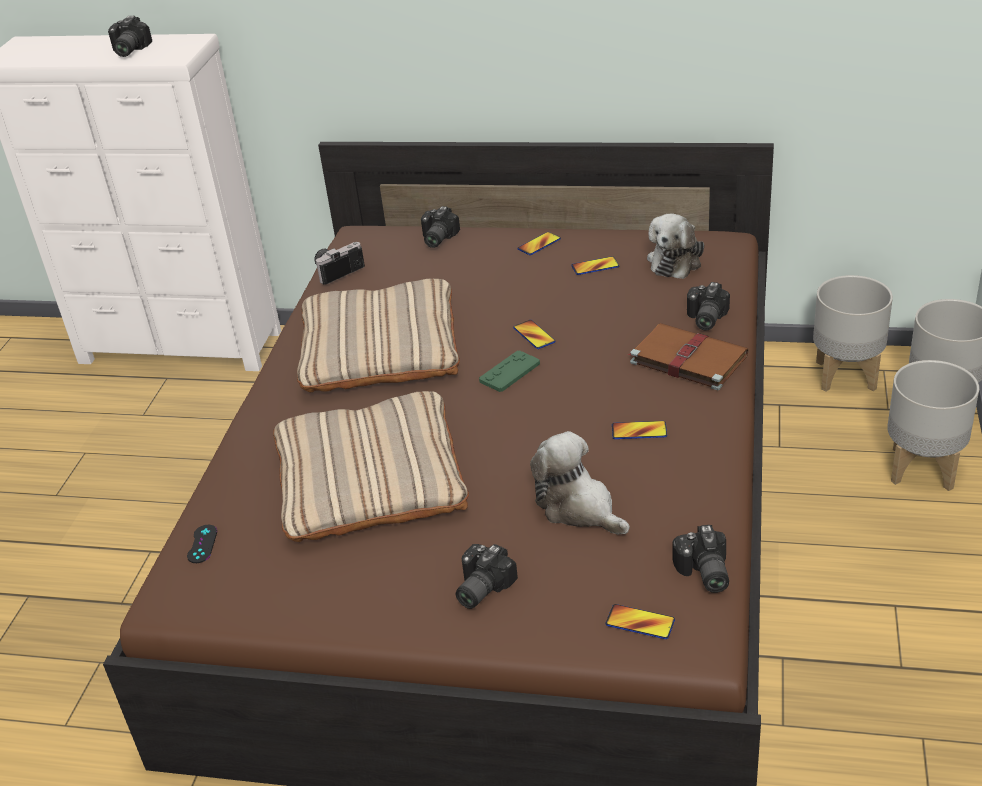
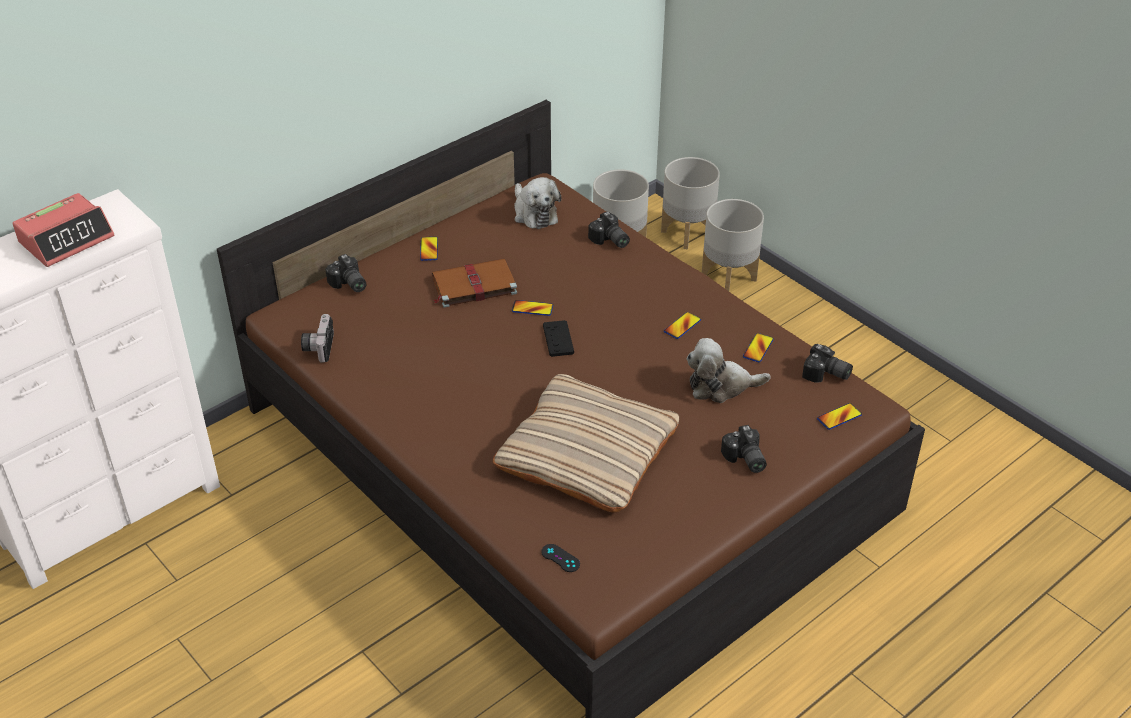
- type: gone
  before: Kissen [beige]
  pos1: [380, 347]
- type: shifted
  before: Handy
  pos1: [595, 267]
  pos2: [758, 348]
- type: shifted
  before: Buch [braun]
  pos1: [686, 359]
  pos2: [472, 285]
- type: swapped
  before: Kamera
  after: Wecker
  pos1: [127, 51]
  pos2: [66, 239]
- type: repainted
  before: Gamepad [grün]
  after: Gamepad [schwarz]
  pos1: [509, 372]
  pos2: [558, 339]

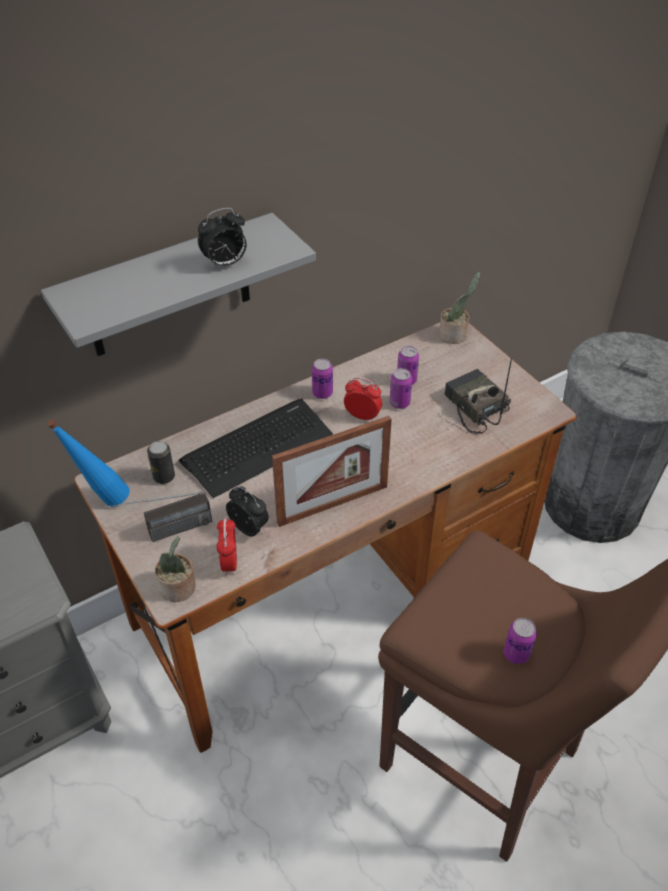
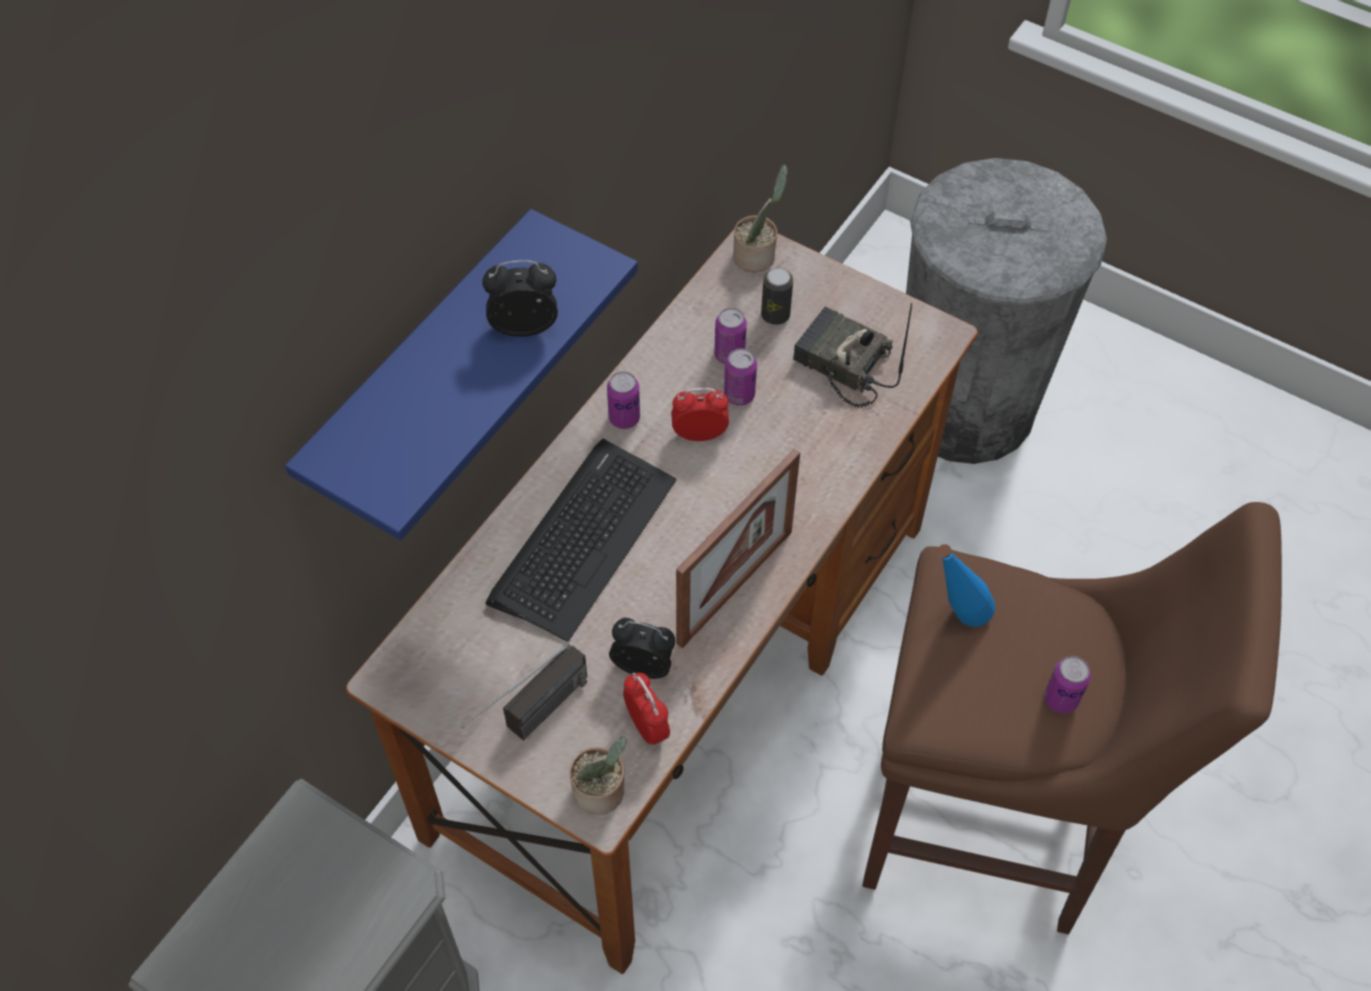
- type: shifted
  before: Flasche [blau]
  pos1: [101, 499]
  pos2: [953, 620]
- type: shifted
  before: Dose
  pos1: [164, 477]
  pos2: [775, 315]
- type: repainted
  before: Wandregal [grau]
  after: Wandregal [blau]
  pos1: [169, 288]
  pos2: [424, 376]
- type: rotated
  before: Wecker
  pos1: [225, 264]
  pos2: [525, 325]
  turn: -135

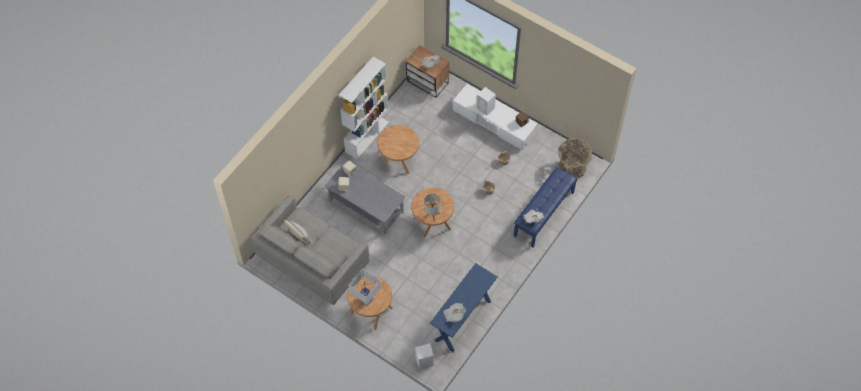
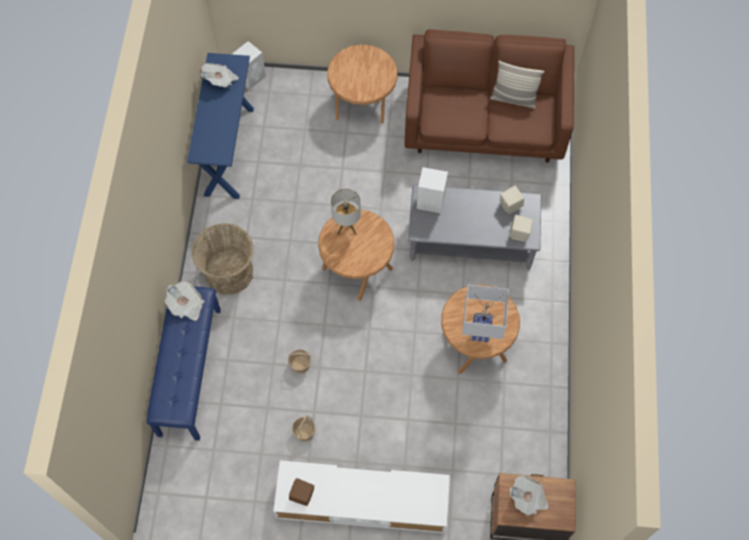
- type: gone
  before: Bücherregal [weiß]
  pos1: [367, 136]
- type: shifted
  before: Tischlampe [weiß]
  pos1: [366, 300]
  pos2: [479, 332]
- type: shifted
  before: Lautsprecher [weiß]
  pos1: [485, 108]
  pos2: [430, 201]
- type: shifted
  before: Korb
  pos1: [572, 167]
  pos2: [228, 272]
- type: repainted
  before: Sofa [grau]
  after: Sofa [braun]
  pos1: [313, 262]
  pos2: [484, 125]

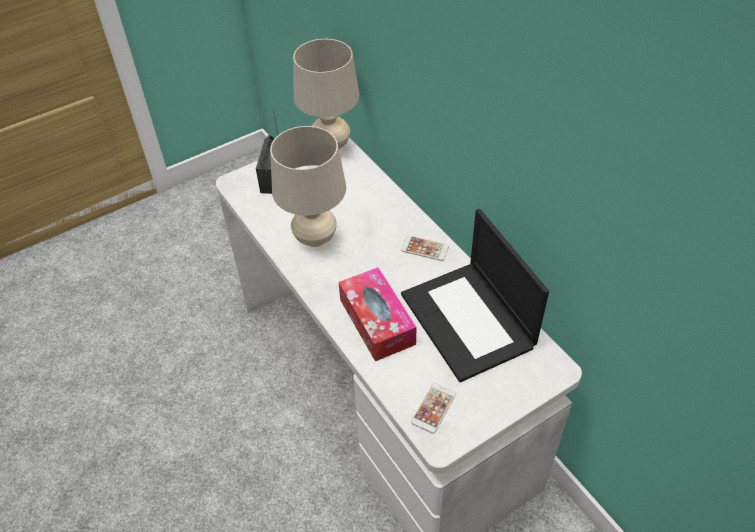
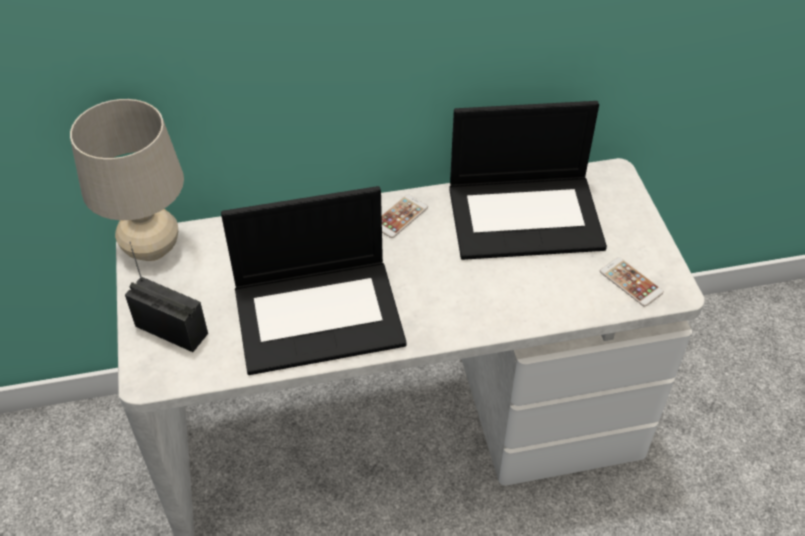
- type: gone
  before: Taschentuchbox
  pos1: [377, 321]
- type: swapped
  before: Tischlampe [beige]
  after: Laptop
  pos1: [315, 238]
  pos2: [320, 314]

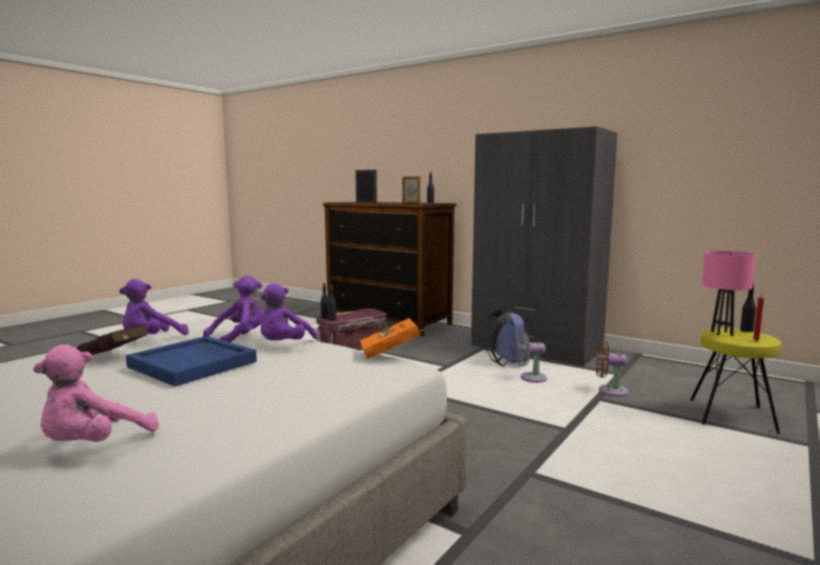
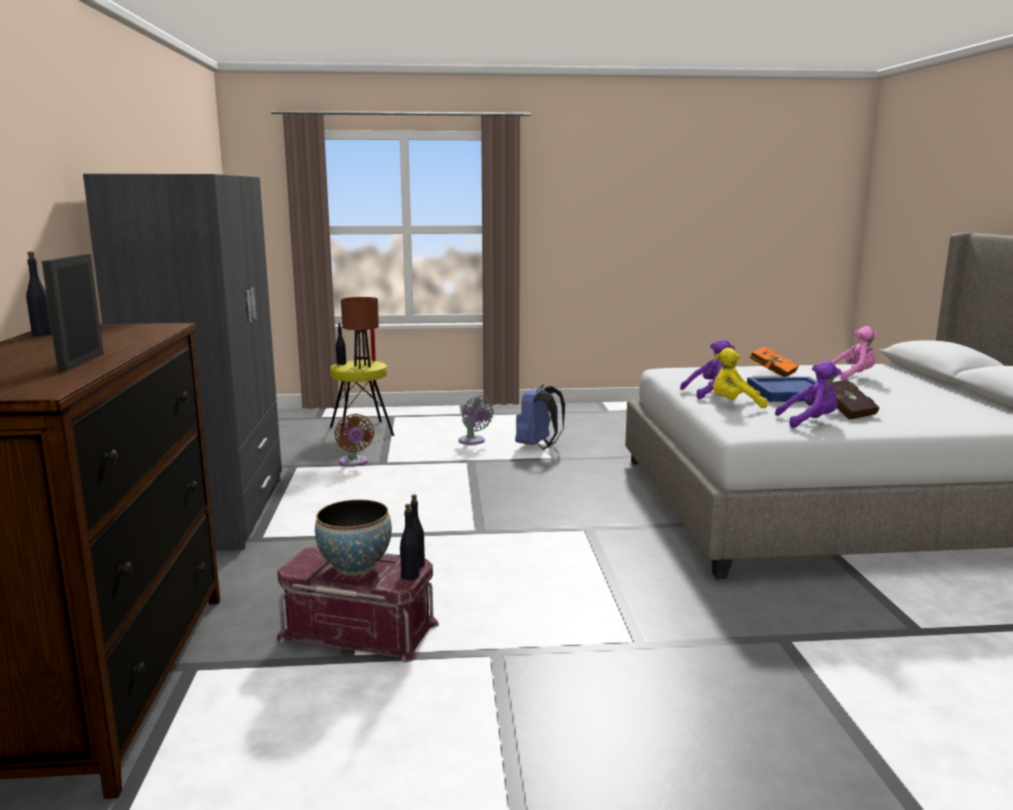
- type: gone
  before: Bilderrahmen
  pos1: [411, 203]
- type: new
  after: Schüssel
  pos2: [355, 566]
- type: shifted
  before: Buch [orange]
  pos1: [392, 354]
  pos2: [771, 373]
- type: shifted
  before: Rucksack [blau]
  pos1: [506, 363]
  pos2: [538, 446]
- type: shifted
  before: Ventilator [grau]
  pos1: [530, 378]
  pos2: [473, 441]
- type: repainted
  before: Plüschtier [lila]
  after: Plüschtier [gelb]
  pos1: [240, 338]
  pos2: [735, 405]
- type: repainted
  before: Tischlampe [rosa]
  after: Tischlampe [braun]
  pos1: [721, 333]
  pos2: [362, 366]

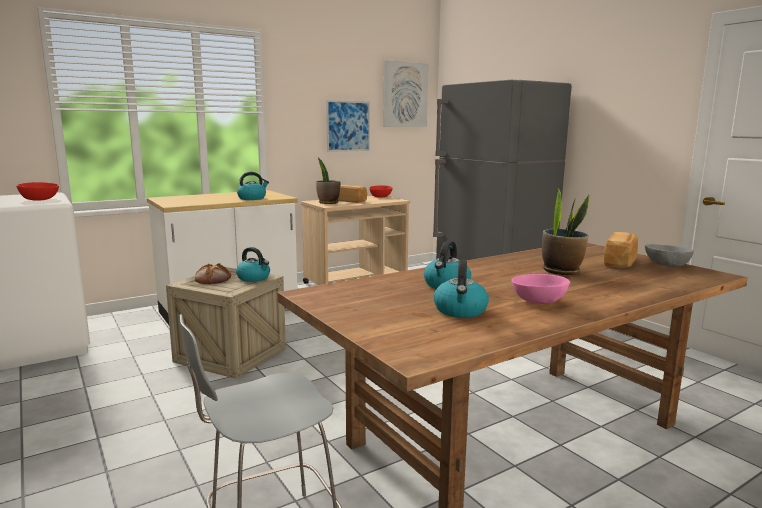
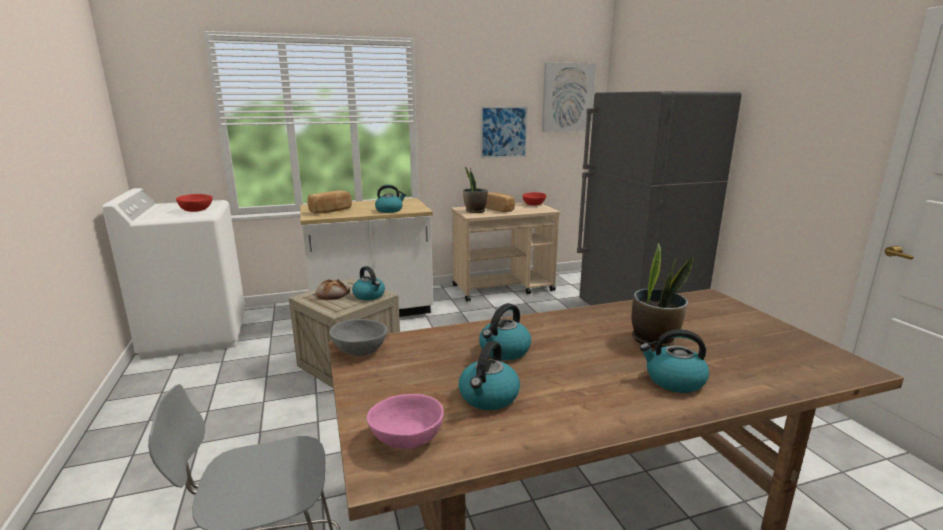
- type: new
  after: Wasserkessel
  pos2: [674, 380]
- type: shifted
  before: Schüssel [rosa]
  pos1: [540, 301]
  pos2: [408, 439]
- type: shifted
  before: Brot
  pos1: [620, 262]
  pos2: [331, 211]
- type: shifted
  before: Schüssel [grau]
  pos1: [667, 265]
  pos2: [359, 350]

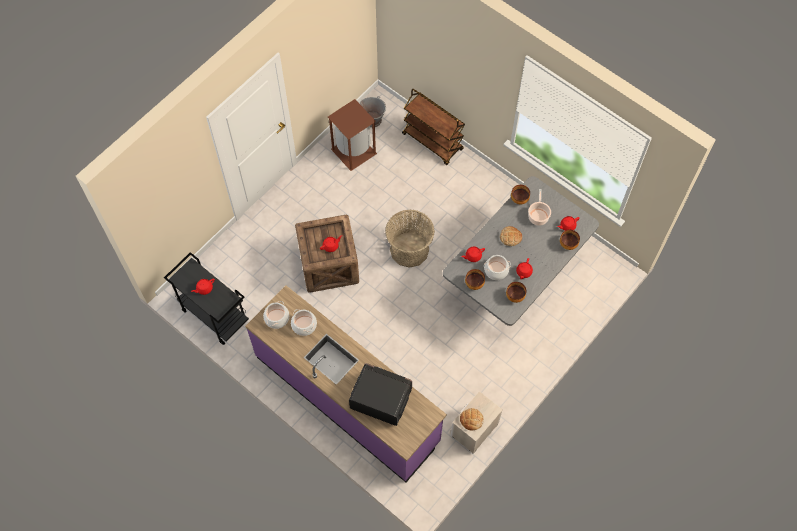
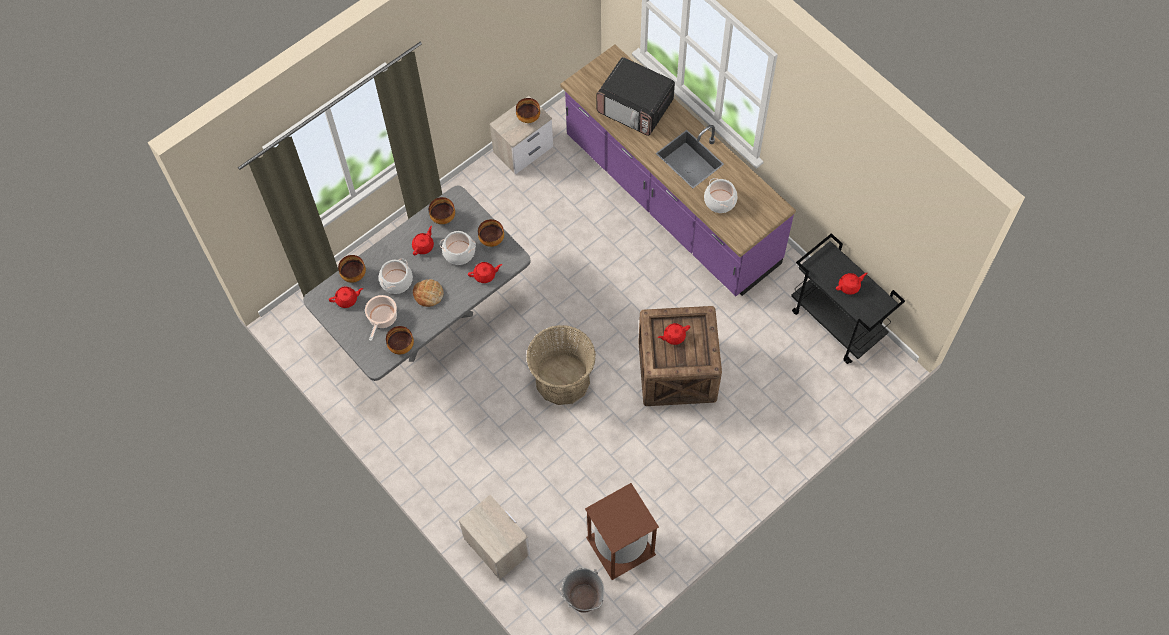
- type: shifted
  before: Kochtopf
  pos1: [277, 318]
  pos2: [396, 281]
- type: swapped
  before: Rollwagen [braun]
  after: Nachttisch
  pos1: [433, 142]
  pos2: [496, 545]
- type: swapped
  before: Brot
  after: Schüssel
  pos1: [471, 420]
  pos2: [528, 117]

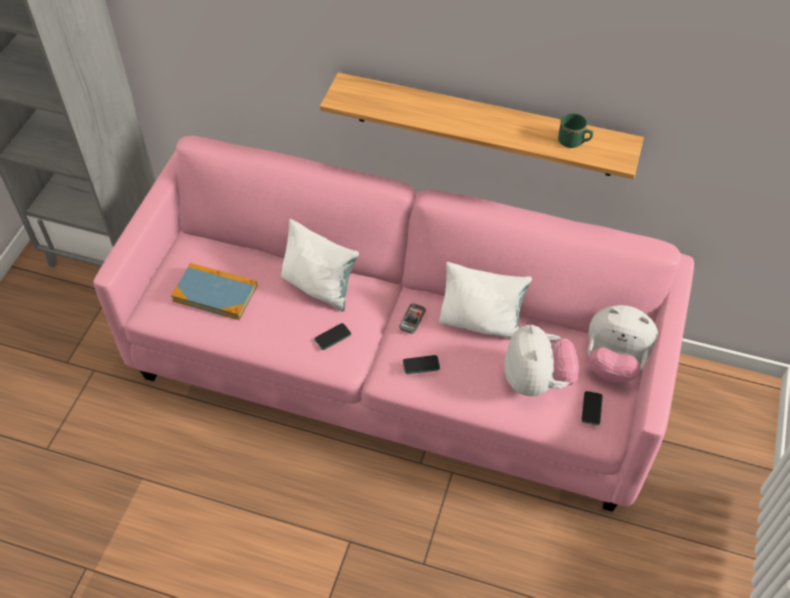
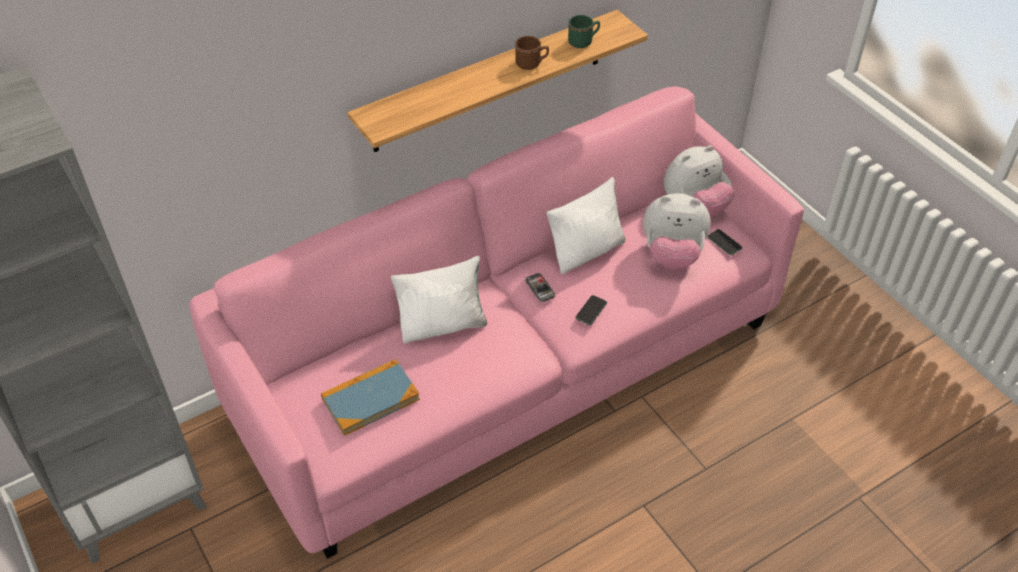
- type: gone
  before: Handy
  pos1: [332, 337]
- type: new
  after: Henkelbecher [braun]
  pos2: [531, 64]
- type: rotated
  before: Plüschtier
  pos1: [536, 380]
  pos2: [672, 255]
  turn: 150

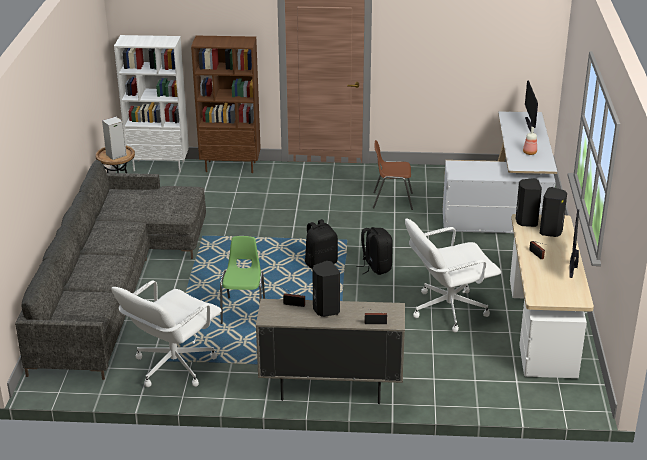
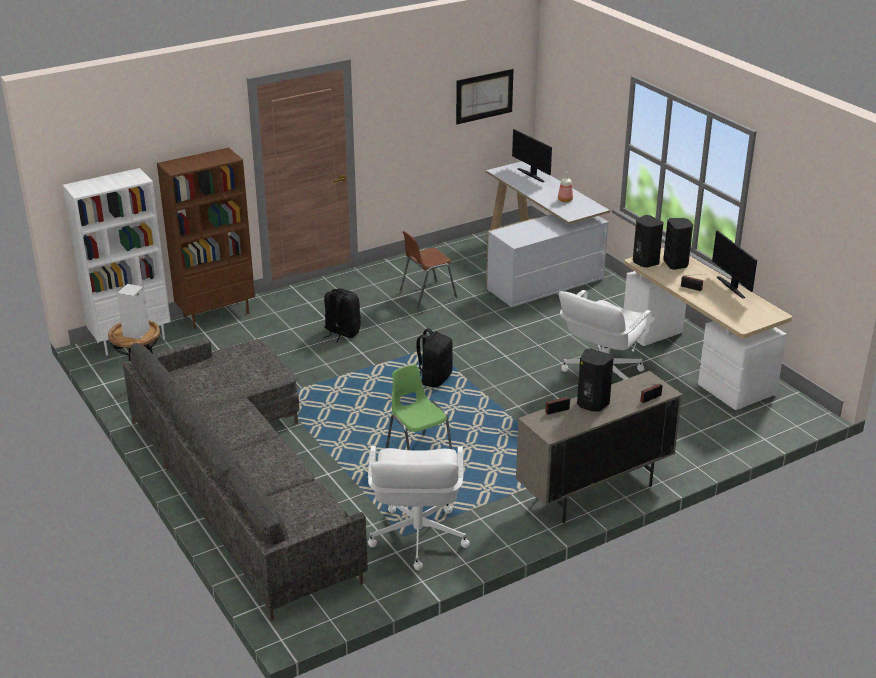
- type: new
  after: Bild
  pos2: [484, 96]
- type: shifted
  before: Rucksack [schwarz]
  pos1: [375, 267]
  pos2: [341, 332]

